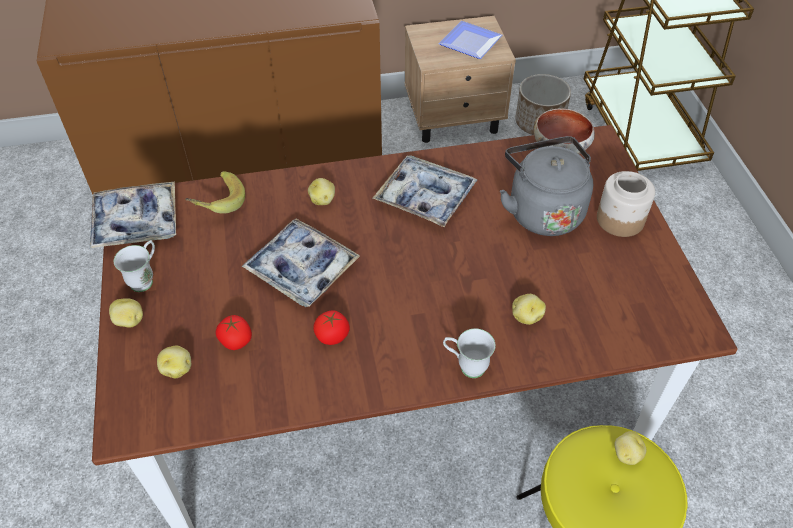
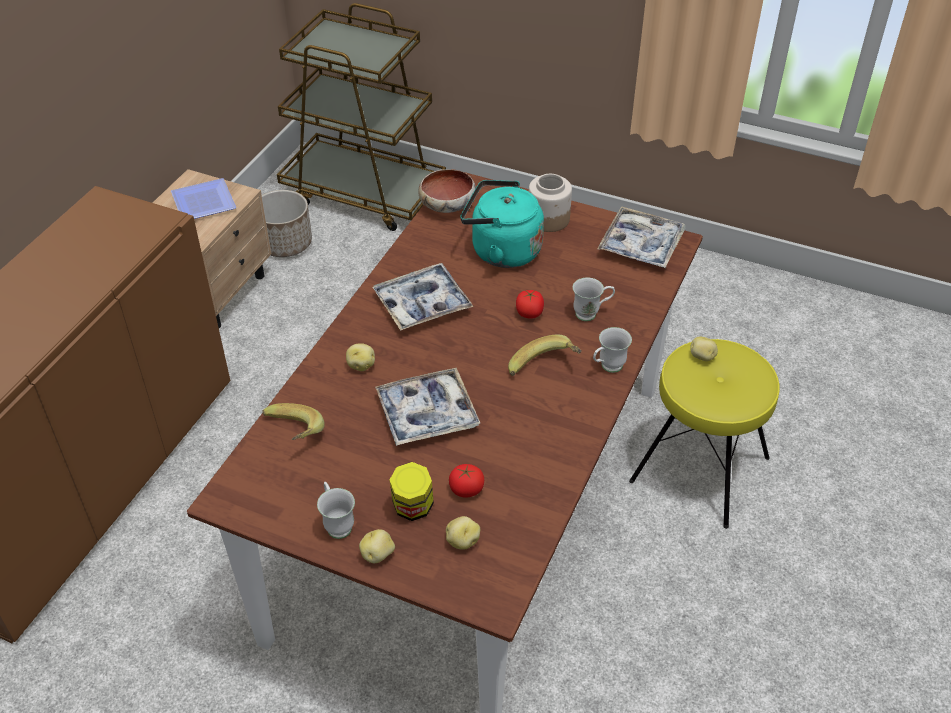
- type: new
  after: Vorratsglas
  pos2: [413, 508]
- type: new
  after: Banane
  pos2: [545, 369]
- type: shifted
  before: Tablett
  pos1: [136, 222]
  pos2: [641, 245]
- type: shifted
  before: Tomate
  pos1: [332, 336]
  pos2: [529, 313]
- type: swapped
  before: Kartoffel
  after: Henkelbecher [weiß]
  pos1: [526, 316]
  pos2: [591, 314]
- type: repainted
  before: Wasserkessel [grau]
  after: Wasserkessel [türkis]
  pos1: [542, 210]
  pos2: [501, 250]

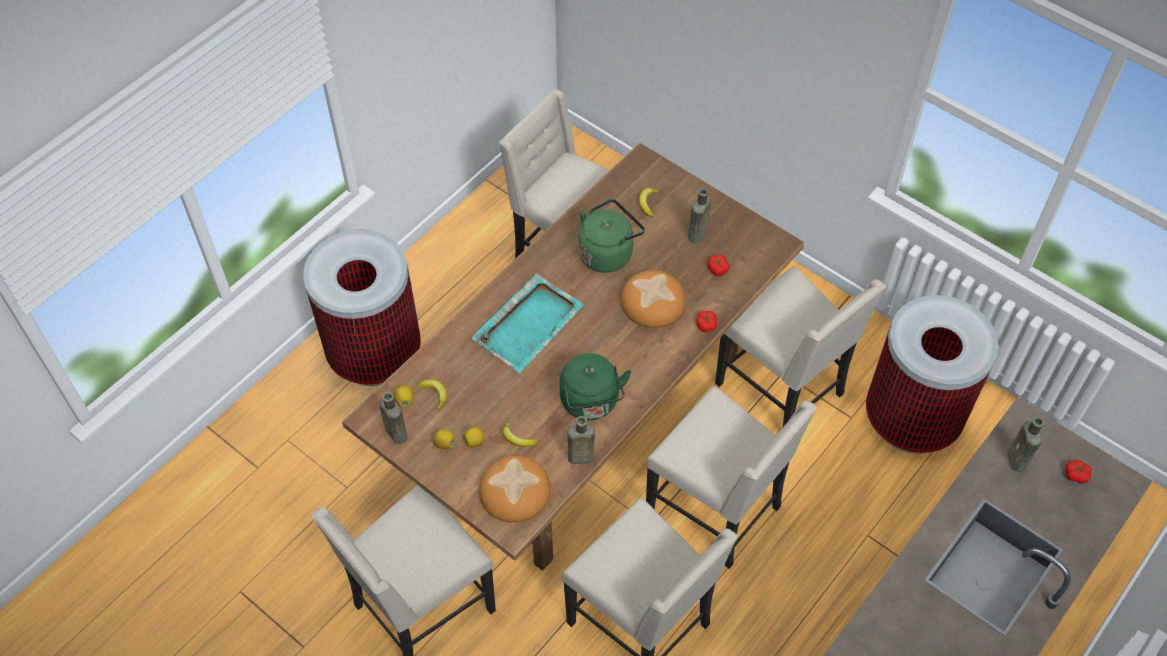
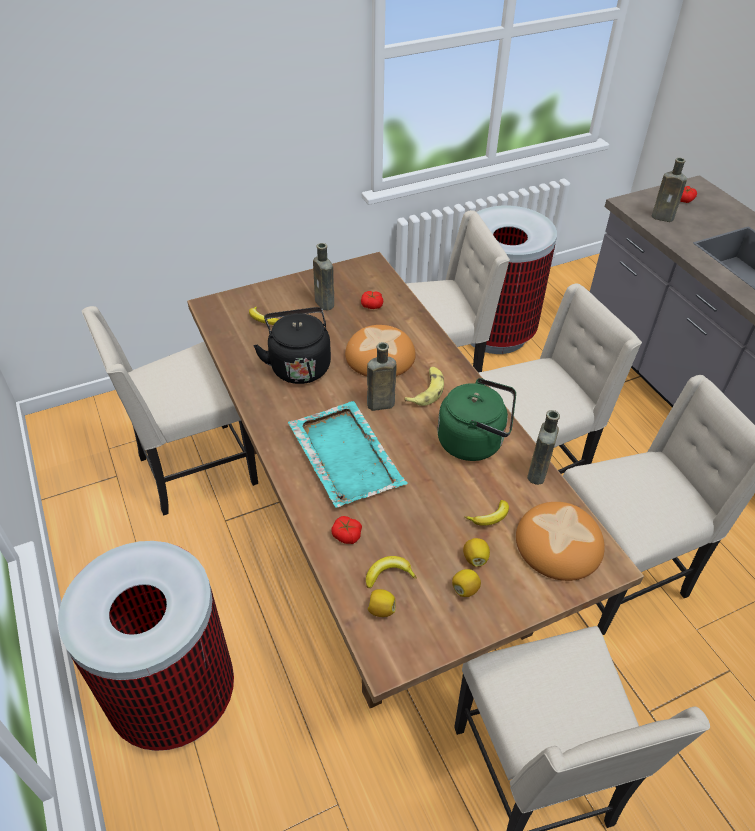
- type: new
  after: Banane
  pos2: [426, 390]
- type: shifted
  before: Flasche [braun]
  pos1: [395, 432]
  pos2: [378, 404]
- type: shifted
  before: Tomate
  pos1: [706, 325]
  pos2: [346, 535]
- type: repainted
  before: Wasserkessel [grün]
  after: Wasserkessel [schwarz]
  pos1: [608, 252]
  pos2: [299, 365]

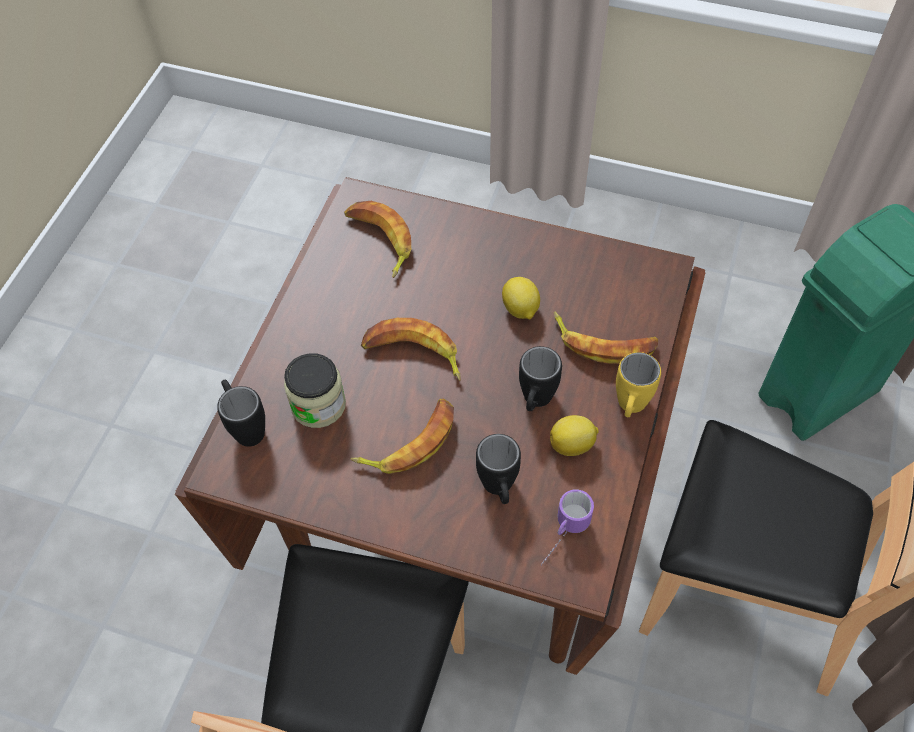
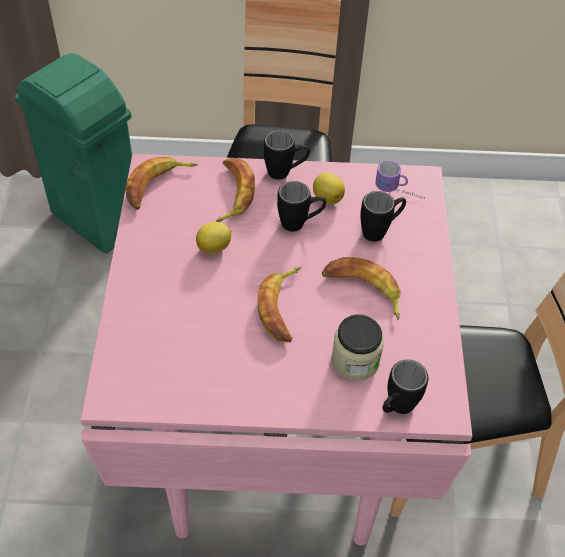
- type: shifted
  before: Banane
  pos1: [379, 241]
  pos2: [157, 186]
- type: repainted
  before: Esstisch [braun]
  after: Esstisch [rosa]
  pos1: [463, 523]
  pos2: [273, 432]
- type: repainted
  before: Henkelbecher [gelb]
  after: Henkelbecher [schwarz]
  pos1: [629, 409]
  pos2: [285, 172]

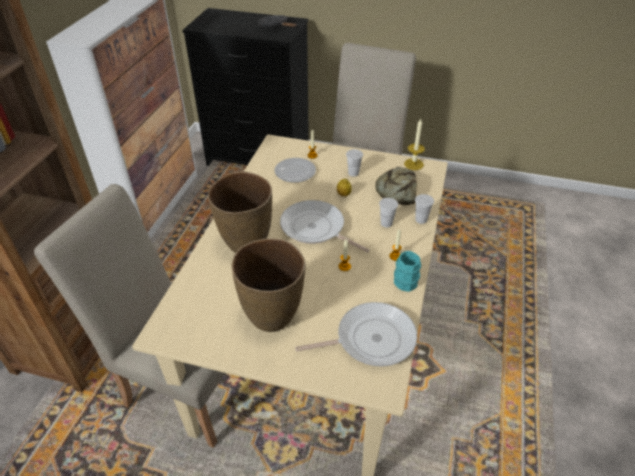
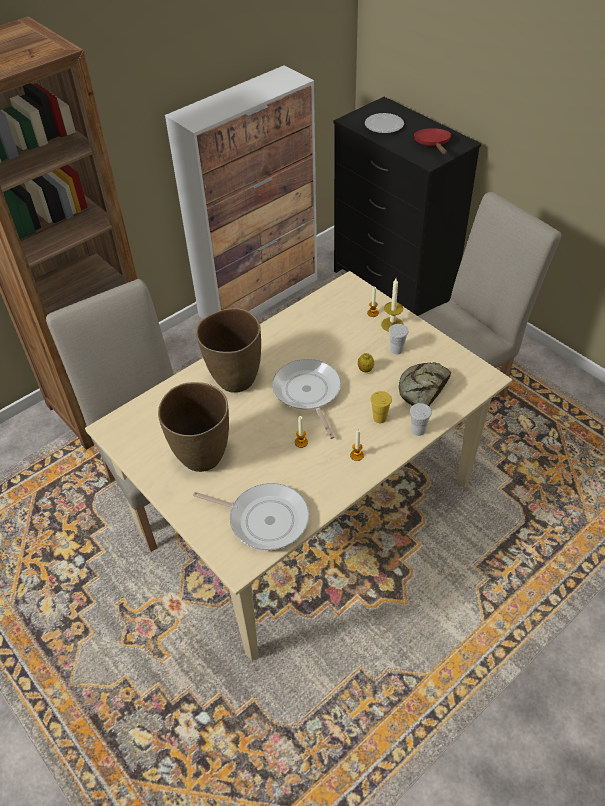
- type: gone
  before: Henkelbecher [türkis]
  pos1: [406, 279]
- type: shifted
  before: Teller
  pos1: [295, 172]
  pos2: [384, 125]
- type: shifted
  before: Kerze
  pos1: [413, 164]
  pos2: [392, 324]
- type: repainted
  before: Pfanne [schwarz]
  after: Pfanne [rot]
  pos1: [275, 27]
  pos2: [433, 144]
- type: repainted
  before: Tasse [weiß]
  after: Tasse [gelb]
  pos1: [386, 223]
  pos2: [379, 418]

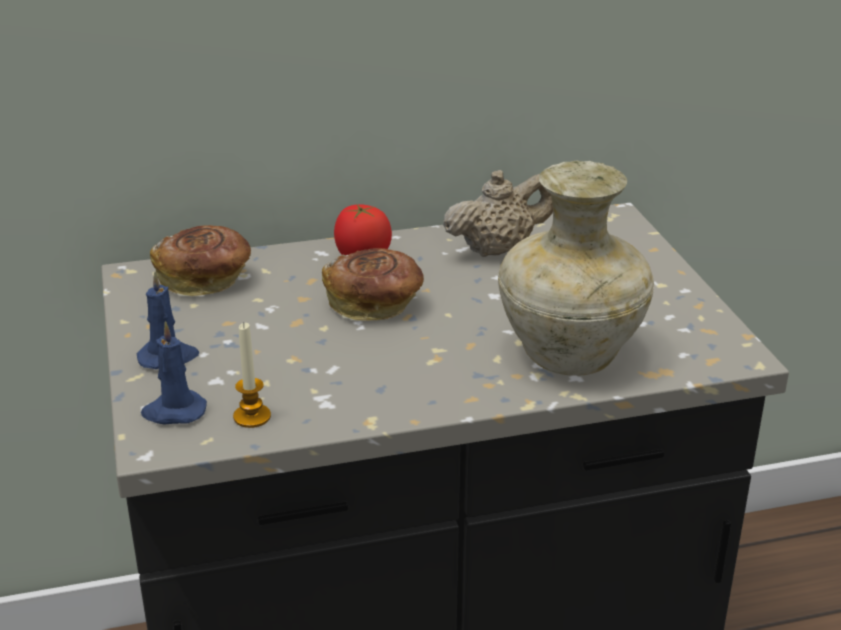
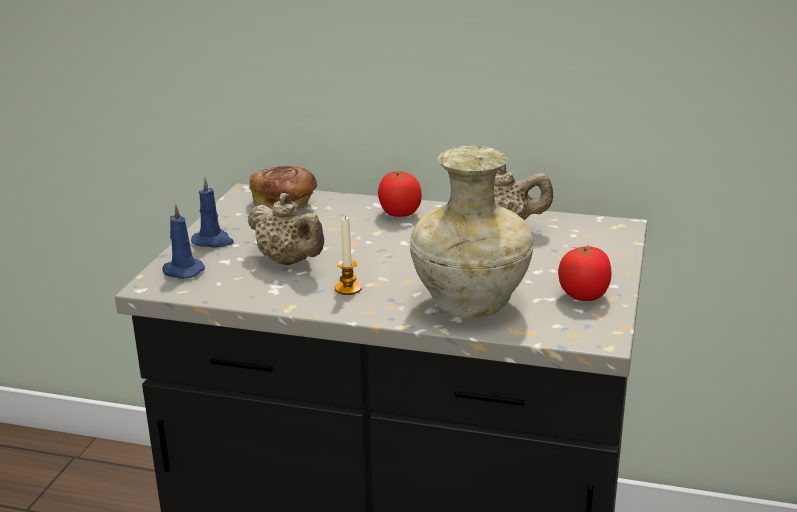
- type: gone
  before: Brot
  pos1: [375, 305]
- type: new
  after: Teekanne [beige]
  pos2: [289, 262]
- type: new
  after: Tomate
  pos2: [584, 296]
- type: shifted
  before: Kerze
  pos1: [252, 417]
  pos2: [348, 288]

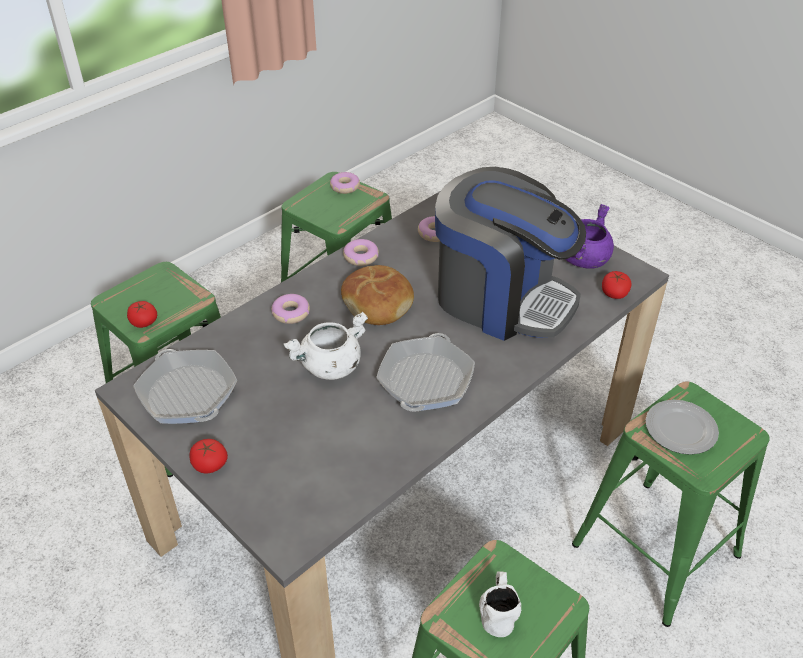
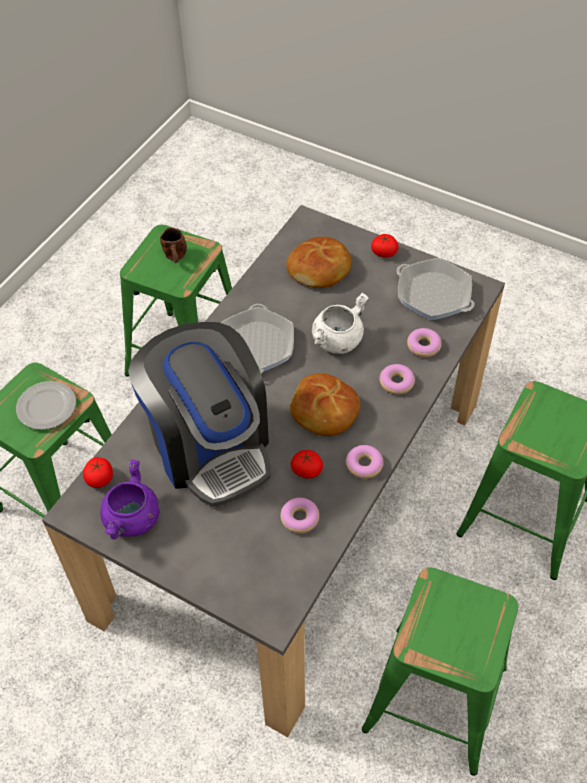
- type: new
  after: Brot
  pos2: [320, 270]
- type: shifted
  before: Tomate
  pos1: [144, 322]
  pos2: [307, 470]
- type: shifted
  before: Donut
  pos1: [345, 187]
  pos2: [423, 346]
- type: repainted
  before: Henkelbecher [weiß]
  after: Henkelbecher [braun]
  pos1: [497, 611]
  pos2: [176, 258]
- type: rotated
  before: Kaffeemaschine
  pos1: [501, 298]
  pos2: [210, 445]
  turn: -135

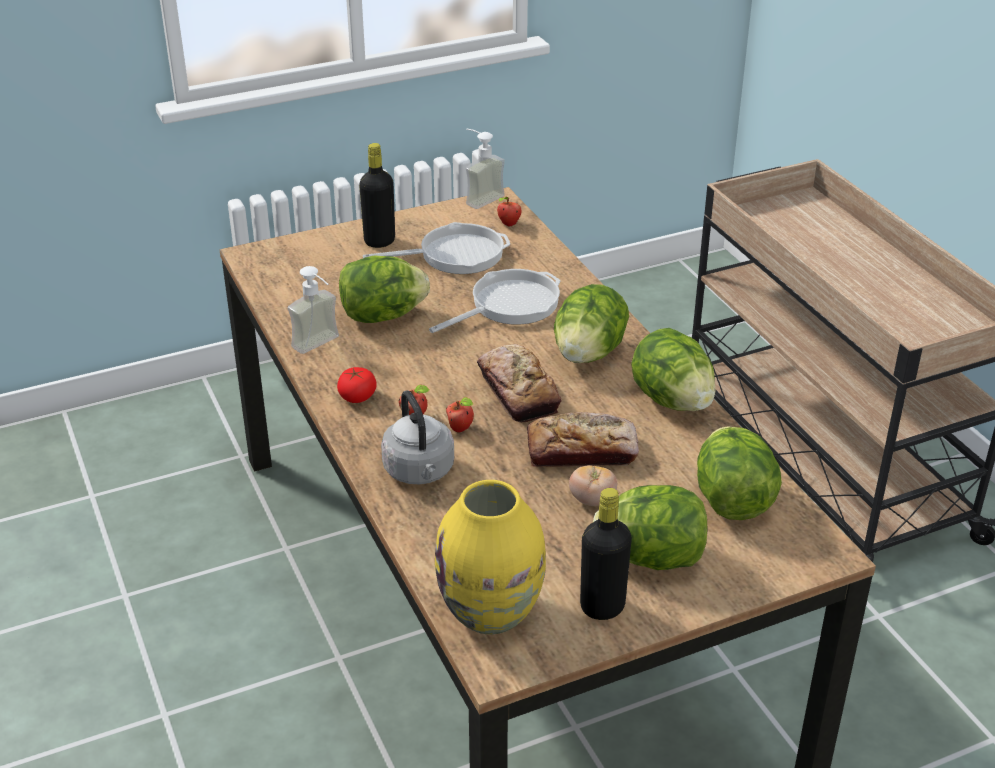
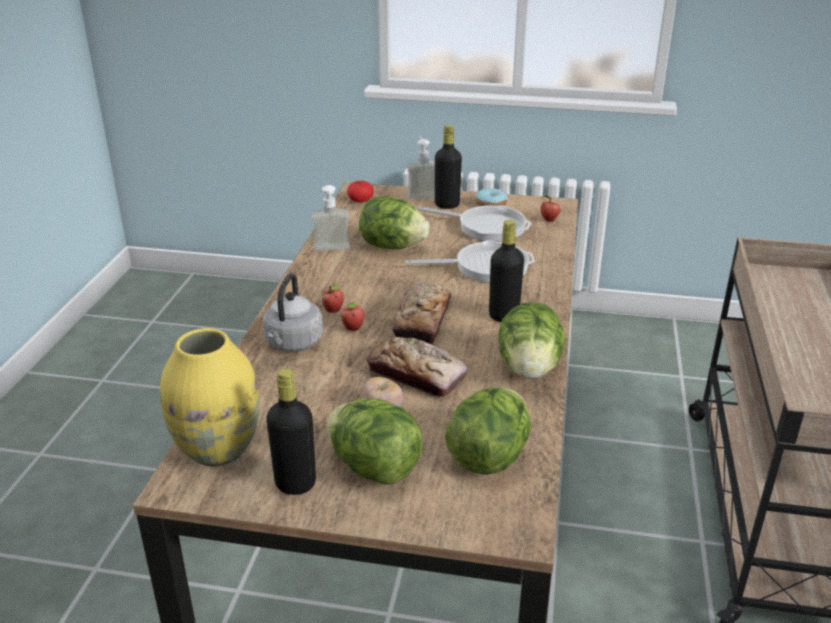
- type: new
  after: Donut
  pos2: [491, 204]
- type: shifted
  before: Tomate
  pos1: [357, 397]
  pos2: [360, 200]
- type: shifted
  before: Seifenspender
  pos1: [479, 197]
  pos2: [422, 193]
- type: swapped
  before: Salatkopf
  after: Flasche [schwarz]
  pos1: [588, 354]
  pos2: [504, 315]

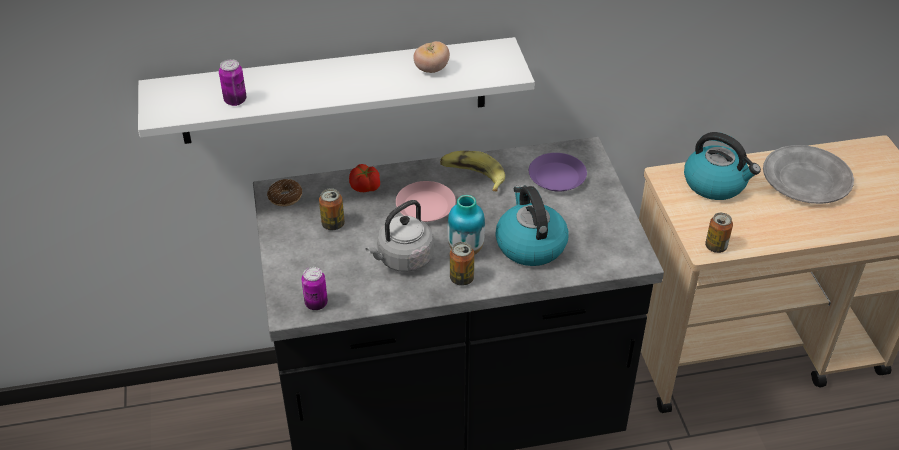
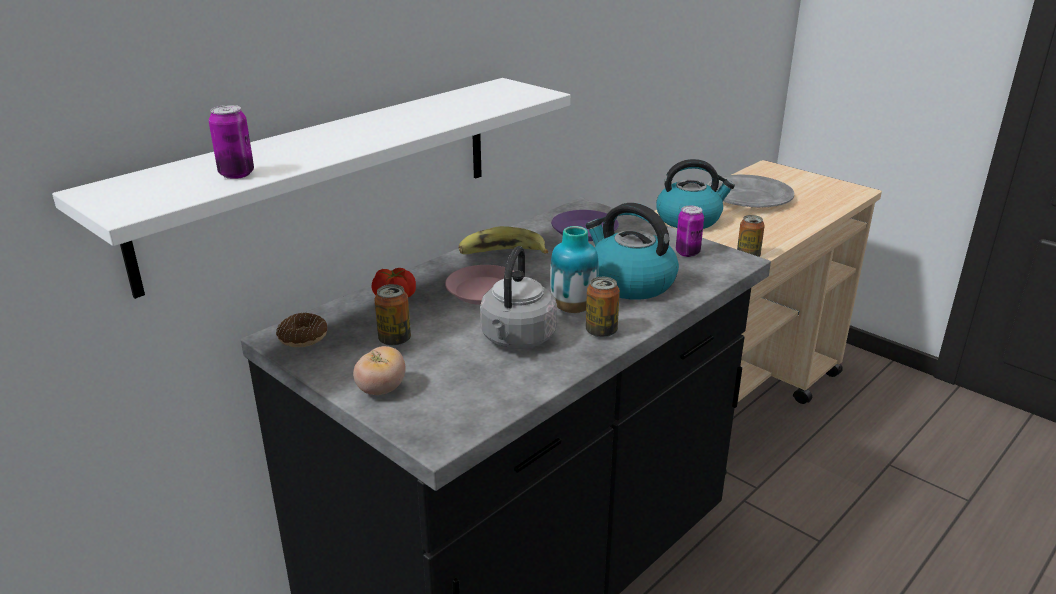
- type: shifted
  before: Dose
  pos1: [316, 304]
  pos2: [687, 253]
- type: shifted
  before: Tomate
  pos1: [431, 69]
  pos2: [381, 389]

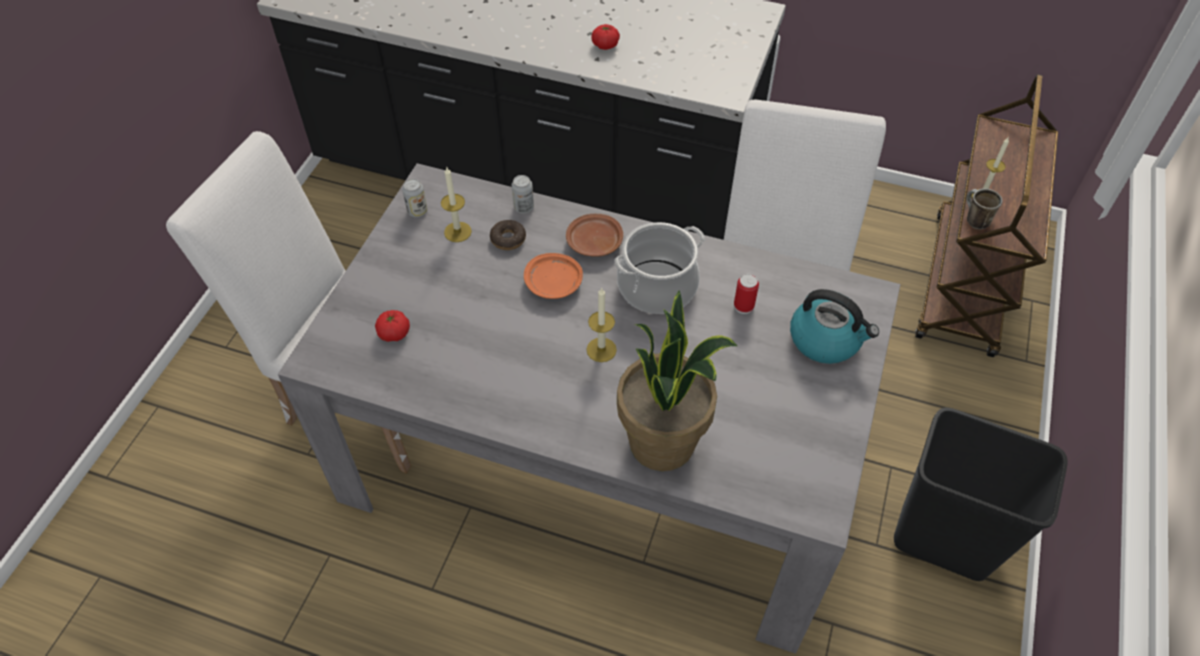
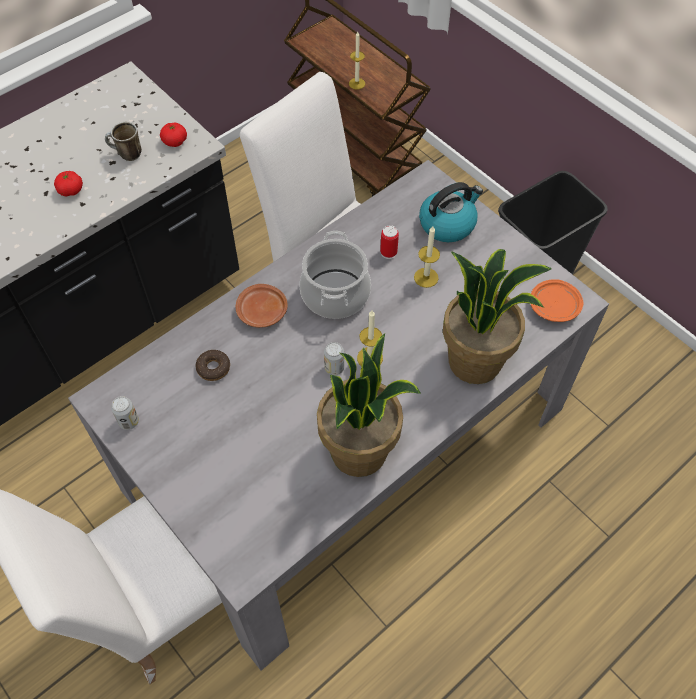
- type: new
  after: Topfpflanze
  pos2: [360, 452]
- type: shifted
  before: Tomate
  pos1: [394, 333]
  pos2: [175, 141]
- type: shifted
  before: Kerze
  pos1: [457, 232]
  pos2: [426, 277]
- type: shifted
  before: Dose
  pos1: [524, 208]
  pos2: [334, 368]
- type: shifted
  before: Teller [orange]
  pos1: [554, 283]
  pos2: [554, 306]
- type: shifted
  before: Henkelbecher
  pos1: [973, 220]
  pos2: [126, 155]

